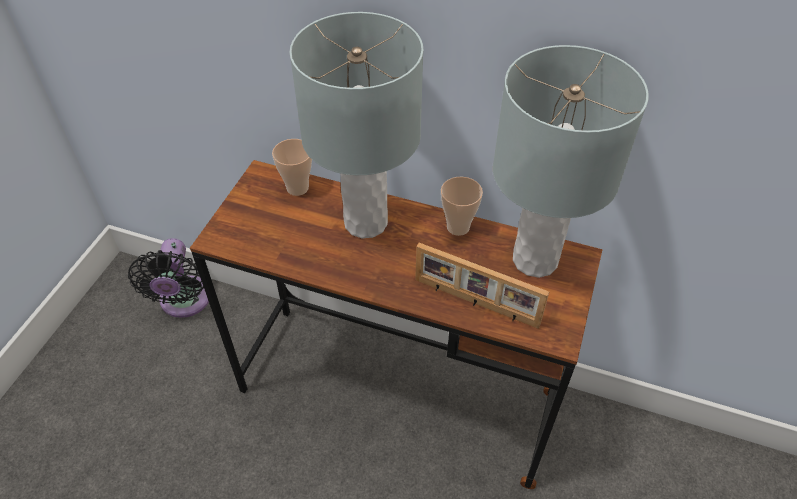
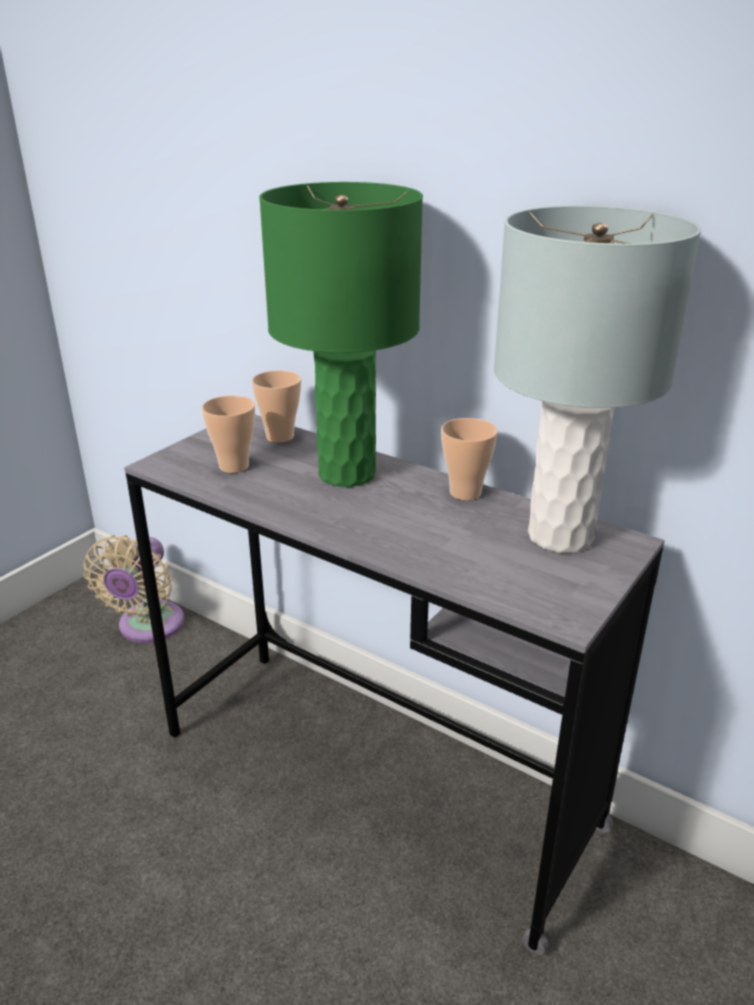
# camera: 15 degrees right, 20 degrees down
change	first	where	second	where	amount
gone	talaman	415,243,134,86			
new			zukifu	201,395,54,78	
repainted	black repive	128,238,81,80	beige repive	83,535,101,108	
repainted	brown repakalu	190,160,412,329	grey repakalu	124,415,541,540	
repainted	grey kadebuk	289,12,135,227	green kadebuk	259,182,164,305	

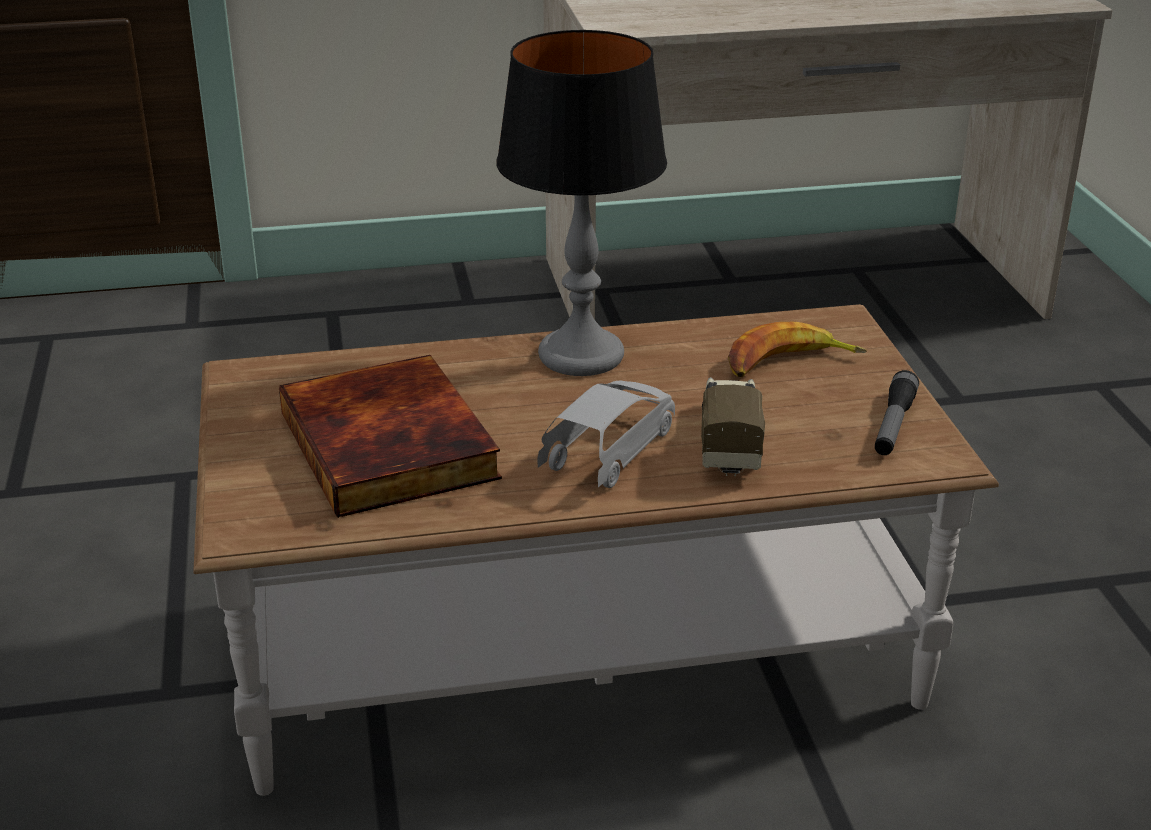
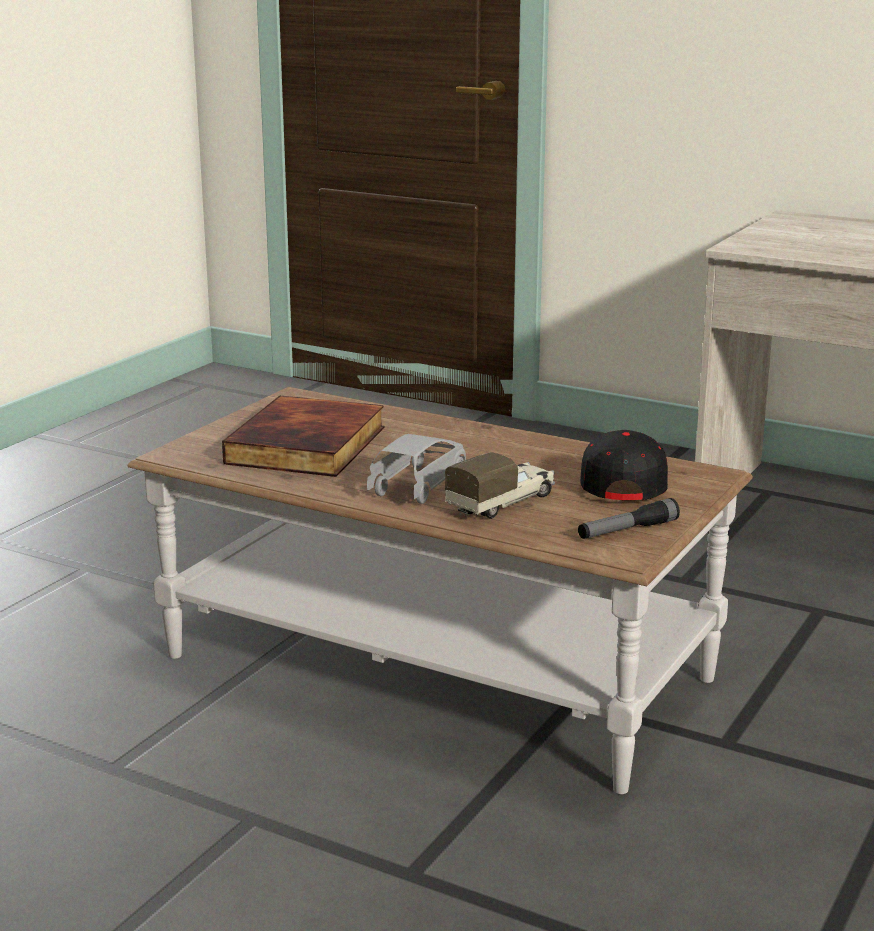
# camera: 40 degrees right, 10 degrees down
change	first	where	second	where	amount
gone	kadebuk	496,30,171,346			
swapped	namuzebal	728,322,139,55	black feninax	580,430,88,70	
rotated	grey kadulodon	537,381,138,107		367,434,99,70	45 degrees counterclockwise

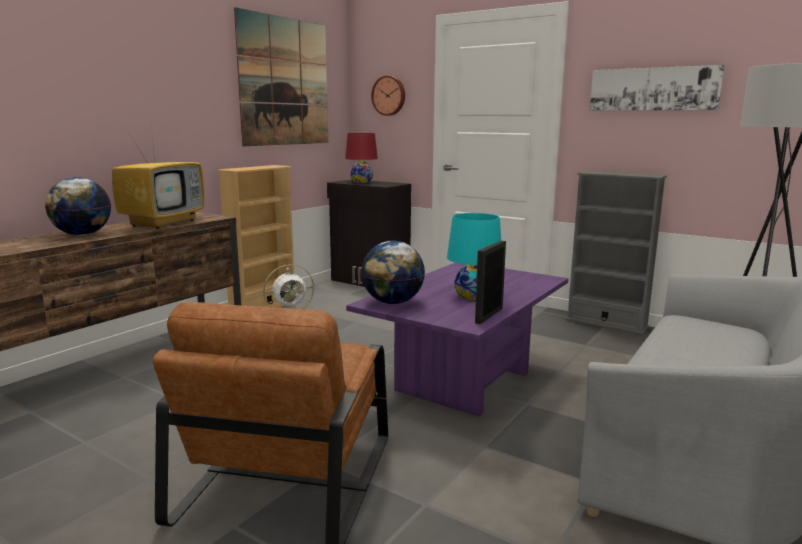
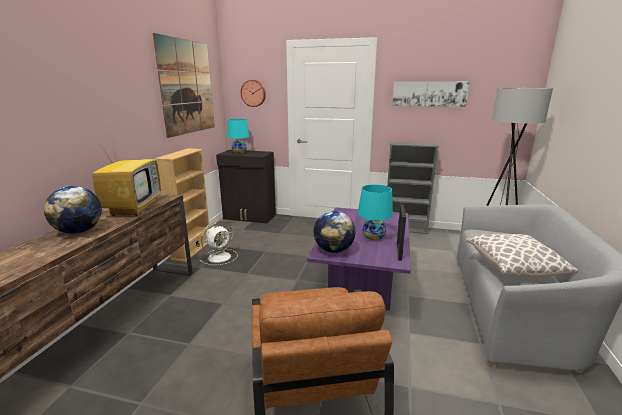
# camera: 20 degrees left, 5 degrees up
change	first	where	second	where	amount
new			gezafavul	465,234,113,44	
repainted	red kadebuk	345,133,33,50	turquoise kadebuk	227,119,23,35	

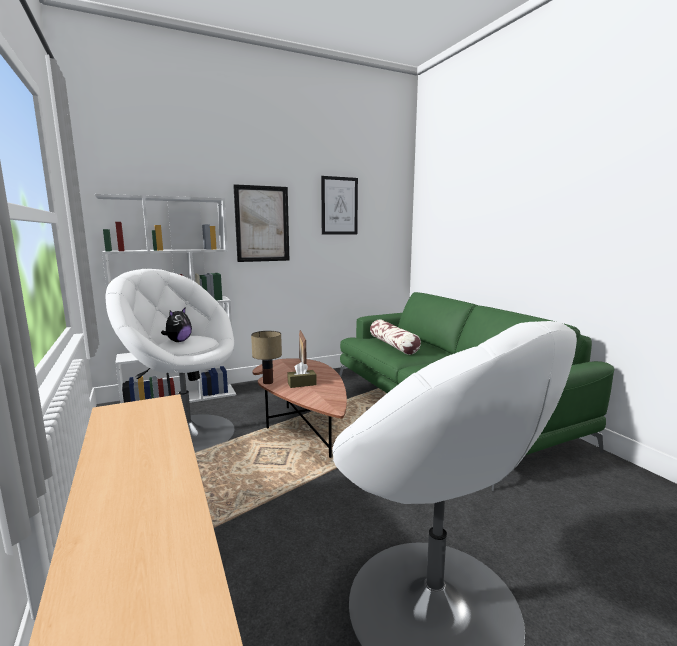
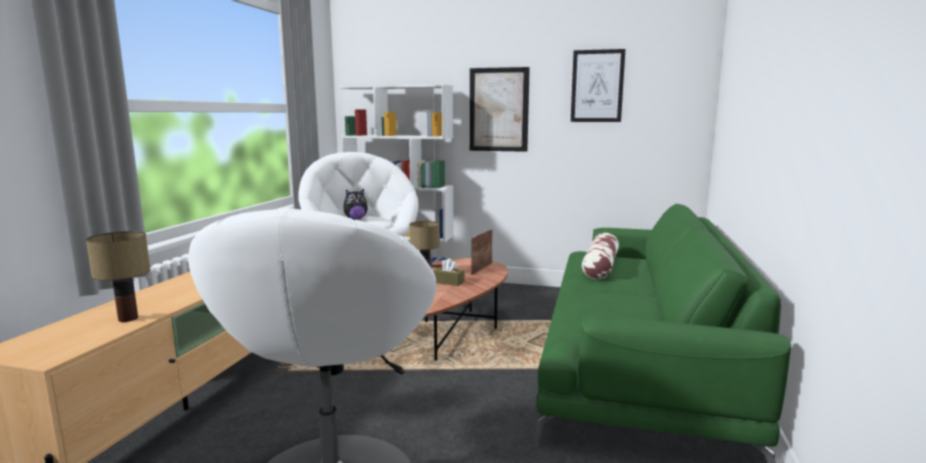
# camera: 40 degrees right, 0 degrees up
change	first	where	second	where	amount
new			kadebuk	86,231,64,91	

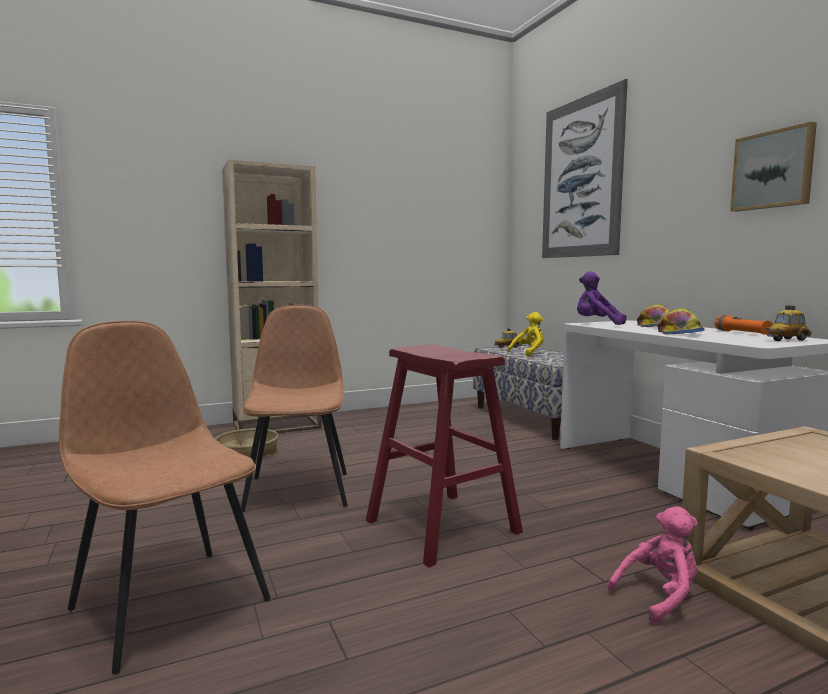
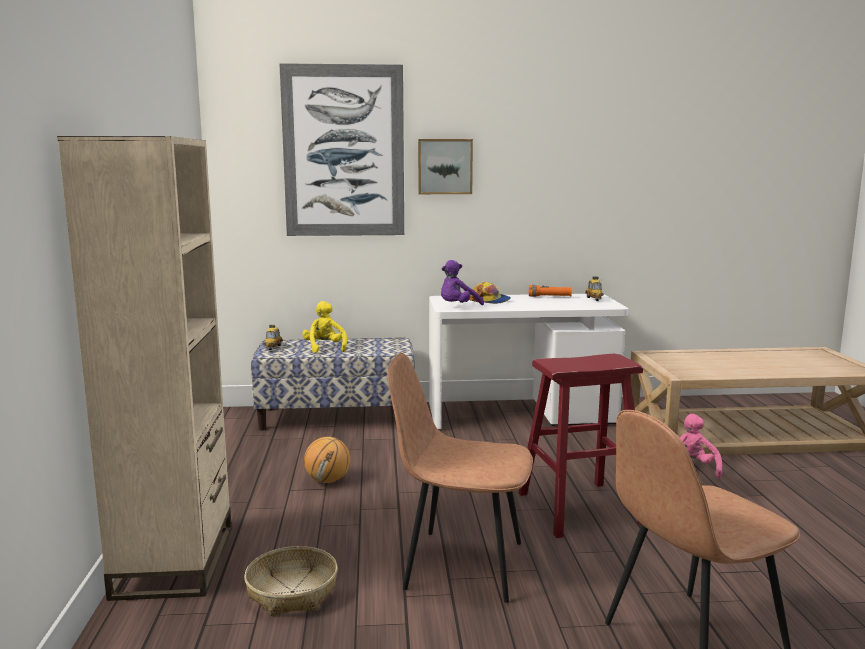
# camera: 70 degrees left, 5 degrees up
change	first	where	second	where	amount
gone	feninax	658,308,47,26			
new			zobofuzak	304,437,46,46	
shifted	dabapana	730,122,87,90		418,139,55,55	

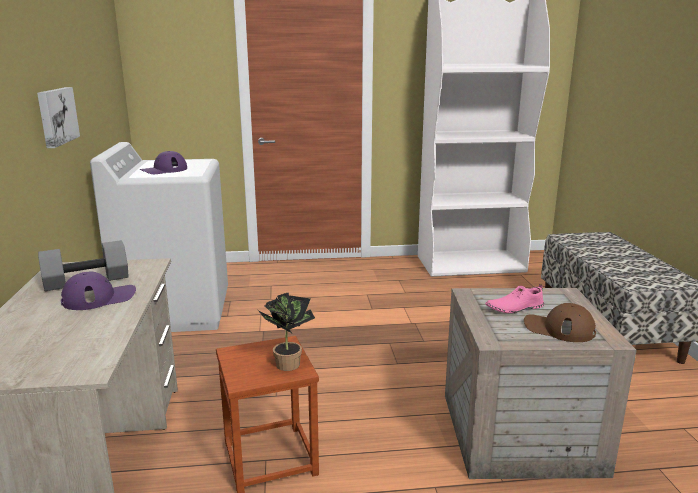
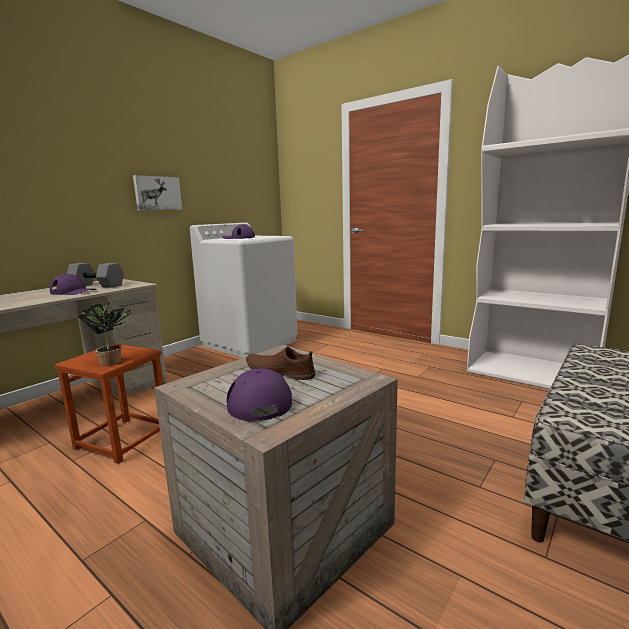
# camera: 45 degrees right, 5 degrees down
change	first	where	second	where	amount
repainted	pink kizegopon	485,284,59,29	brown kizegopon	246,347,69,33	
repainted	brown feninax	524,303,72,39	purple feninax	226,368,66,53	

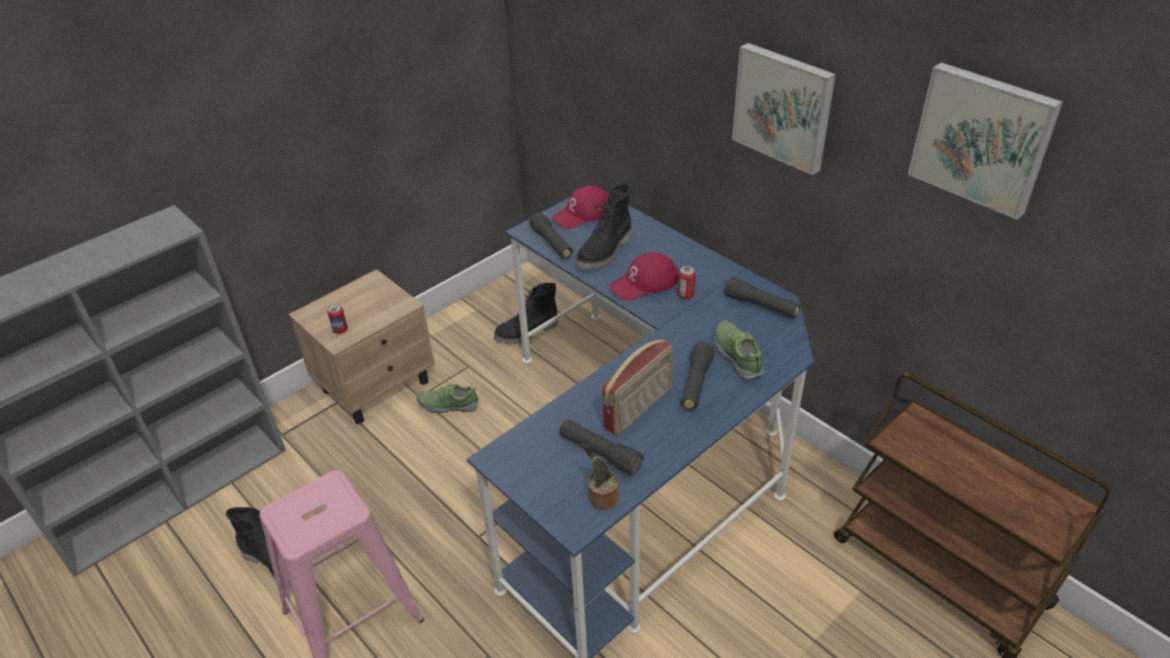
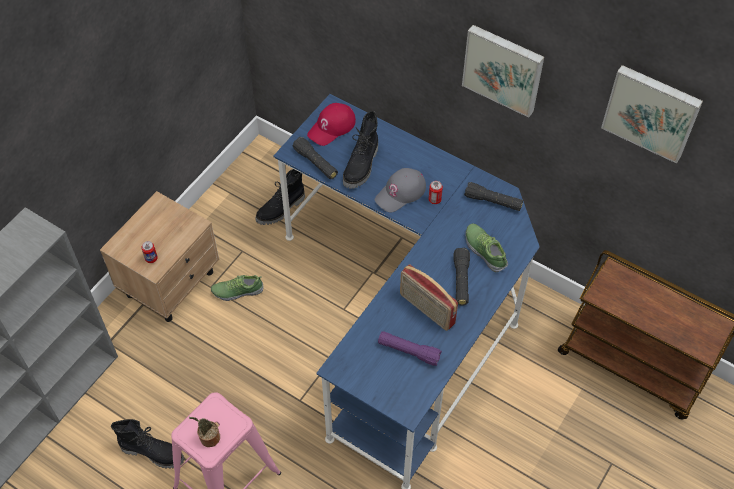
# camera: 15 degrees left, 15 degrees up
change	first	where	second	where	amount
shifted	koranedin	581,444,38,66		189,417,31,30	
repainted	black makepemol	559,420,85,55	purple makepemol	378,331,64,35	
repainted	red feninax	609,252,69,49	grey feninax	375,168,51,45	
rotated	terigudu	602,339,71,96		400,264,58,67	105 degrees clockwise

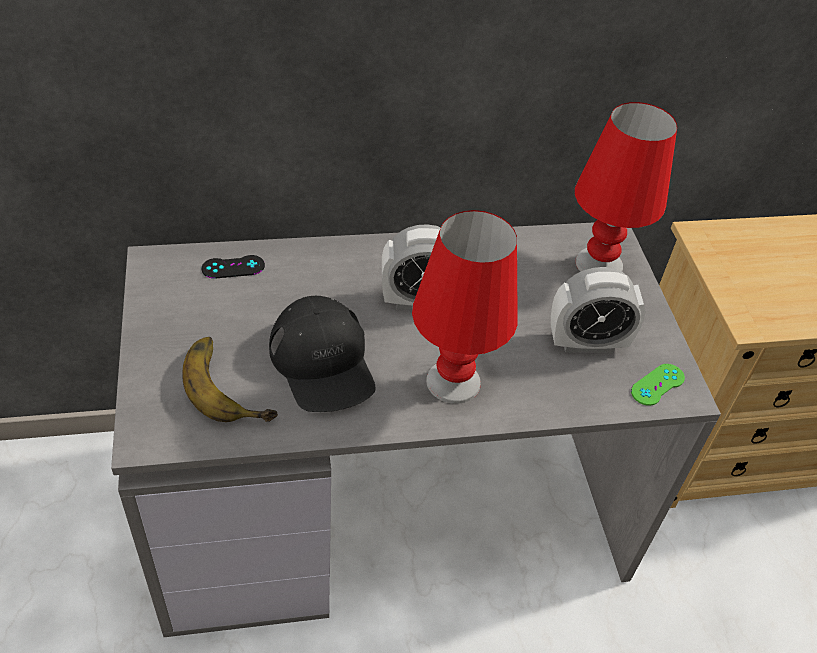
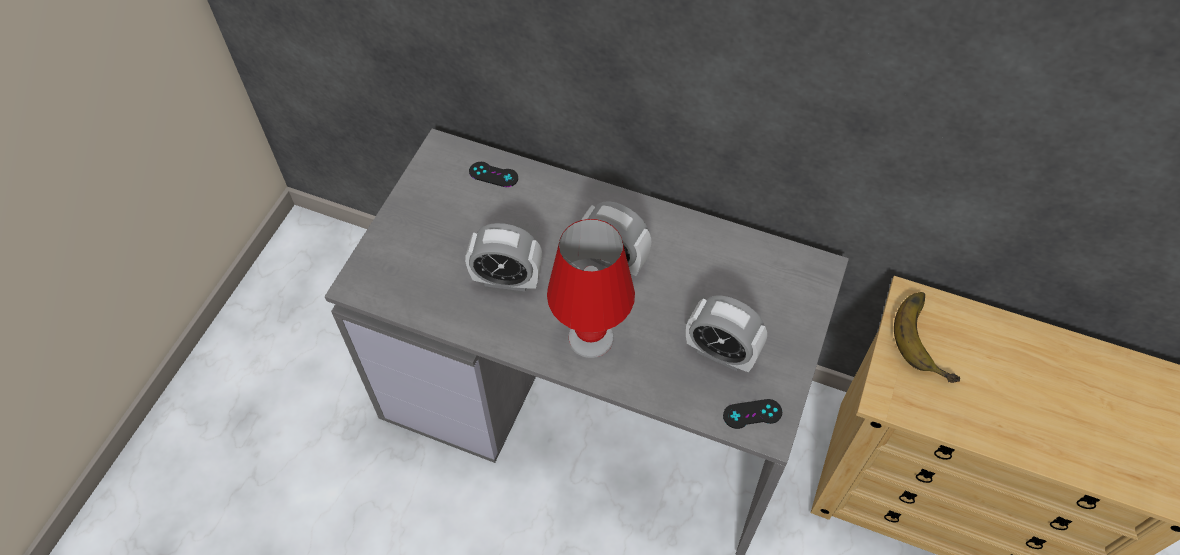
# camera: 35 degrees right, 10 degrees up
change	first	where	second	where	amount
gone	red kadebuk	575,102,102,170			
shifted	namuzebal	182,337,96,85		894,292,66,91	
swapped	black feninax	269,296,106,116	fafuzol	465,223,77,69	
repainted	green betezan	631,364,54,42	black betezan	723,399,59,30	

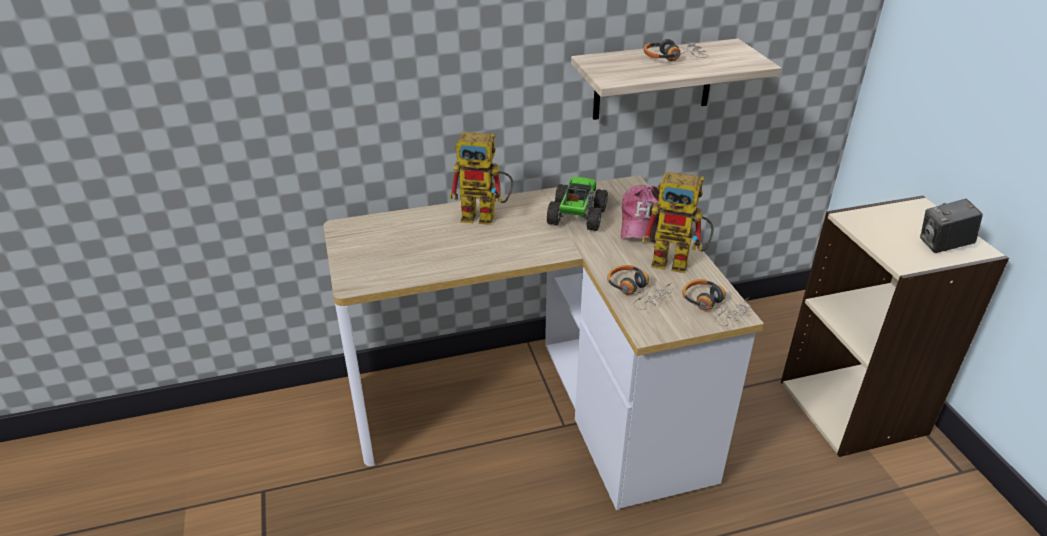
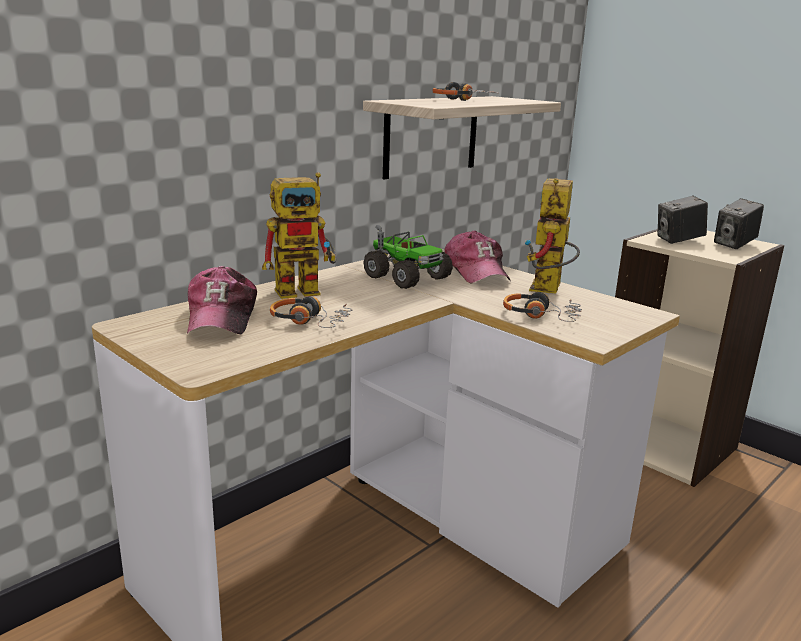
# camera: 30 degrees left, 15 degrees down
change	first	where	second	where	amount
new			feninax	187,266,70,68	
new			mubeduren	658,195,50,49	
shifted	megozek	683,279,68,47		270,296,83,32	
rotated	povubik	547,177,61,54		363,225,90,64	150 degrees clockwise
rotated	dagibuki	641,172,73,101		525,178,55,115	120 degrees clockwise

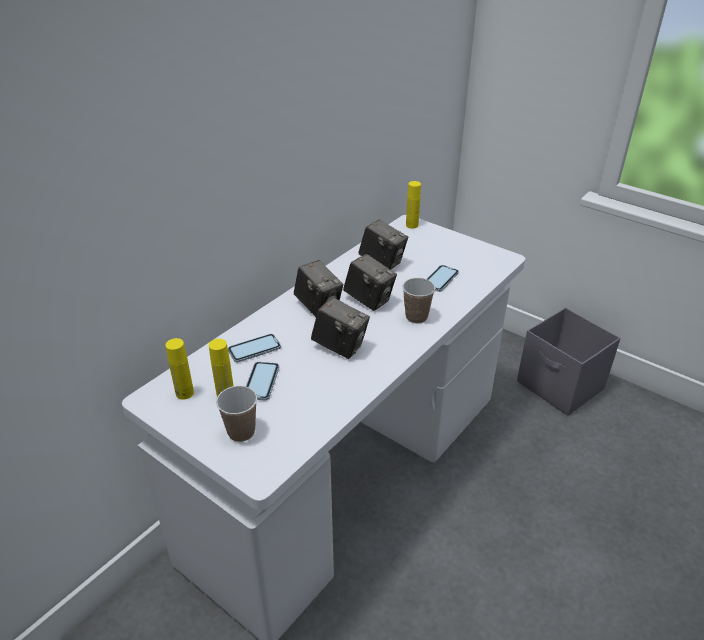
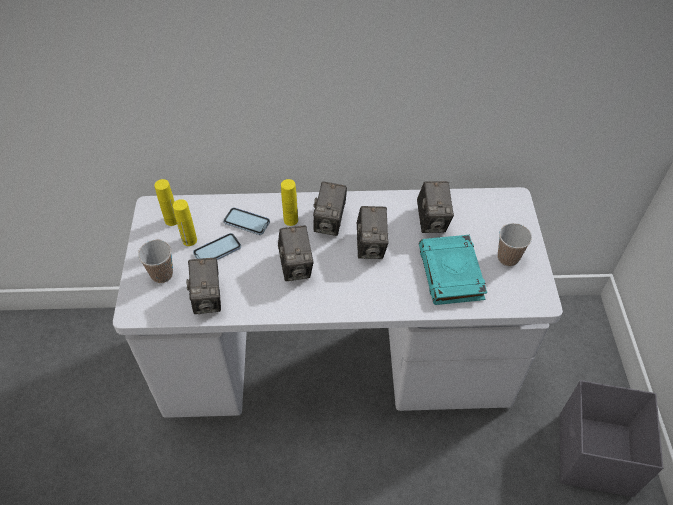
# camera: 50 degrees right, 15 degrees up
change	first	where	second	where	amount
new			mubeduren	186,258,35,57	
shifted	zukifu	402,278,33,45		498,223,34,43	
shifted	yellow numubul	406,181,15,48		281,179,17,47	
swapped	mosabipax	427,265,32,27	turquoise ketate	419,235,68,70	

